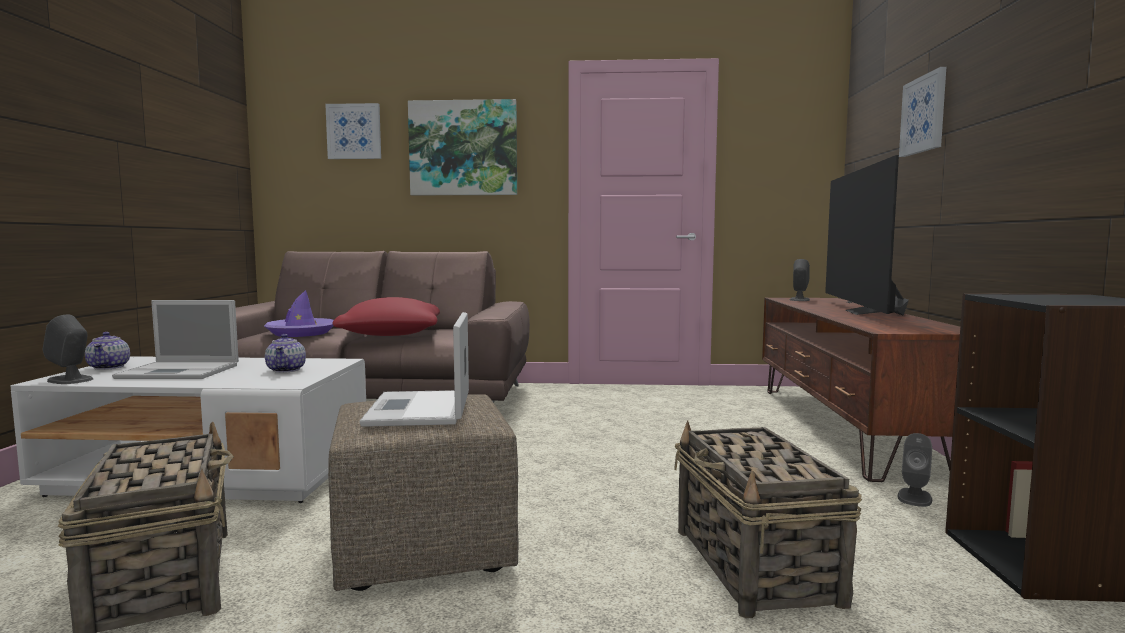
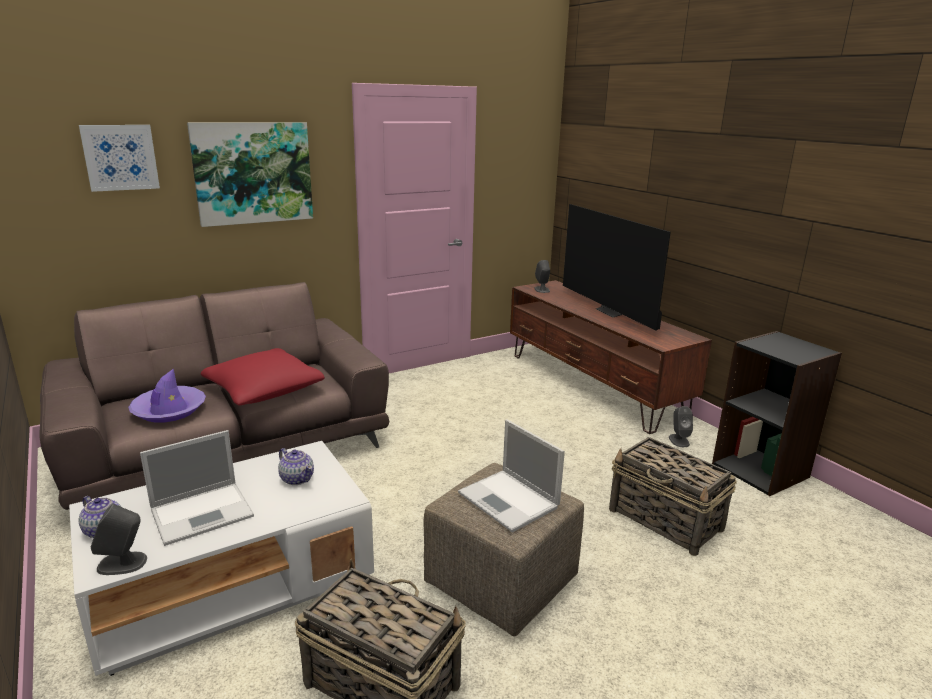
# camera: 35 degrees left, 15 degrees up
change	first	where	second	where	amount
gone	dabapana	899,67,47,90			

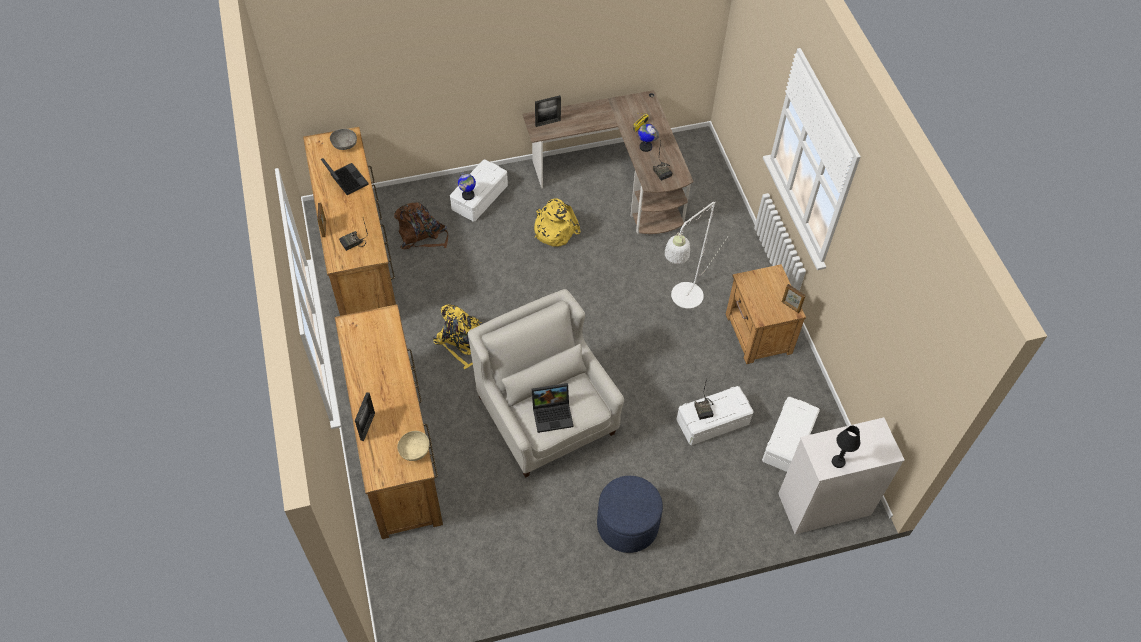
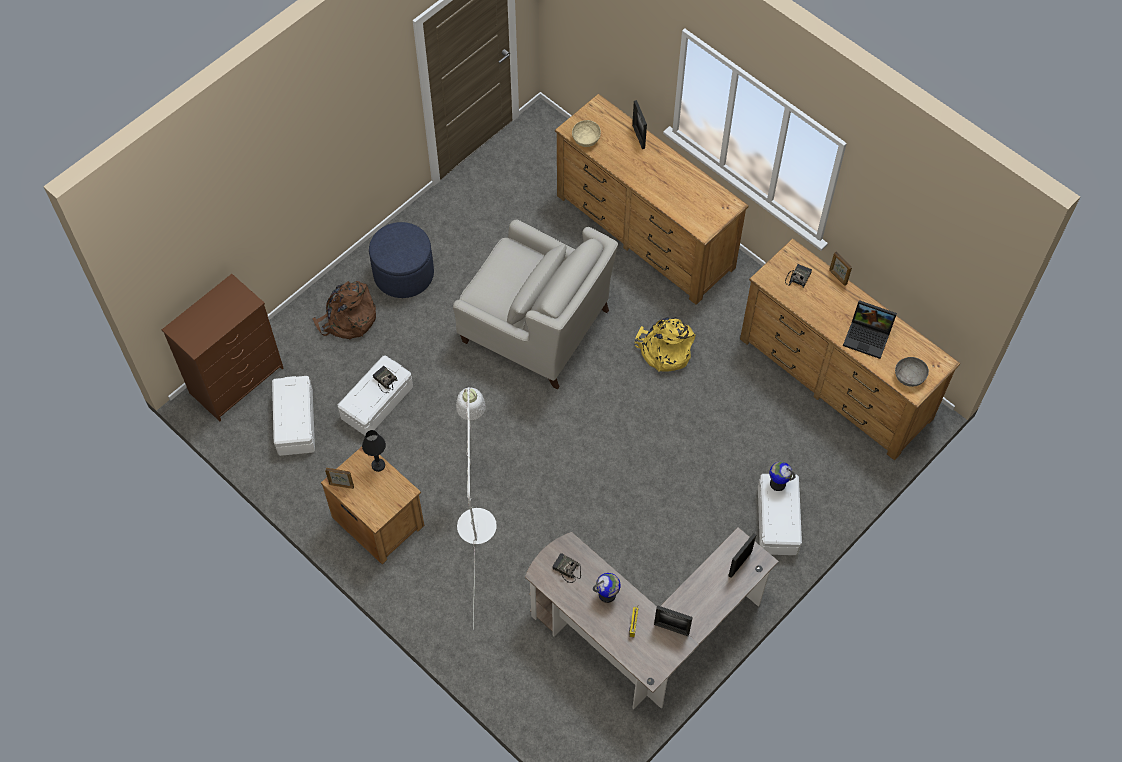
# camera: 150 degrees right, 5 degrees up
change	first	where	second	where	amount
gone	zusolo	532,383,42,50			
gone	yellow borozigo	534,198,47,49			
new			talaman	654,605,39,31	
shifted	brown borozigo	394,202,54,47		312,281,64,58	
shifted	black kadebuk	832,426,28,42		362,430,24,42	
repainted	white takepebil	778,417,127,117	brown takepebil	162,274,121,147	

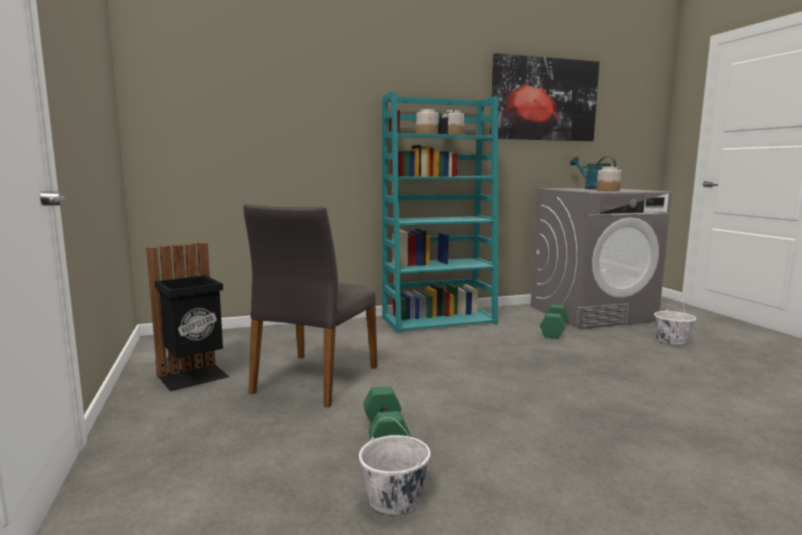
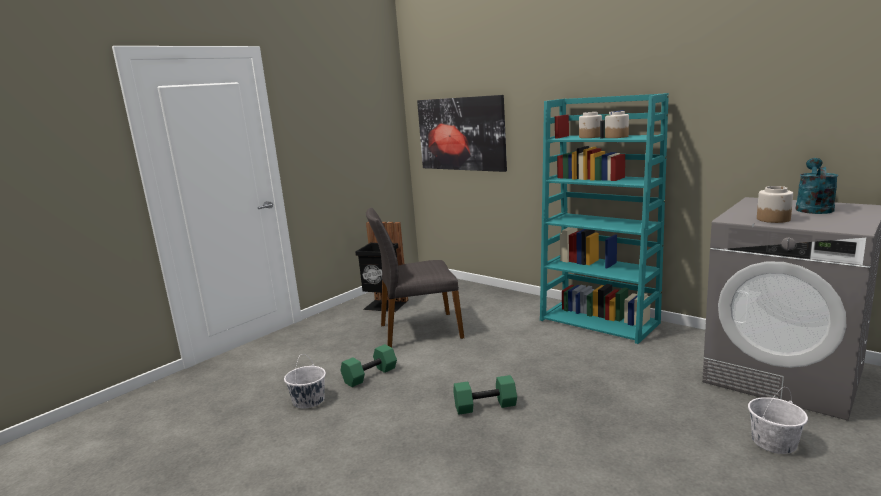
# camera: 60 degrees right, 5 degrees up
change	first	where	second	where	amount
shifted	dabapana	490,53,109,88		417,95,90,77	
shifted	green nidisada	540,304,29,35		453,375,64,40	

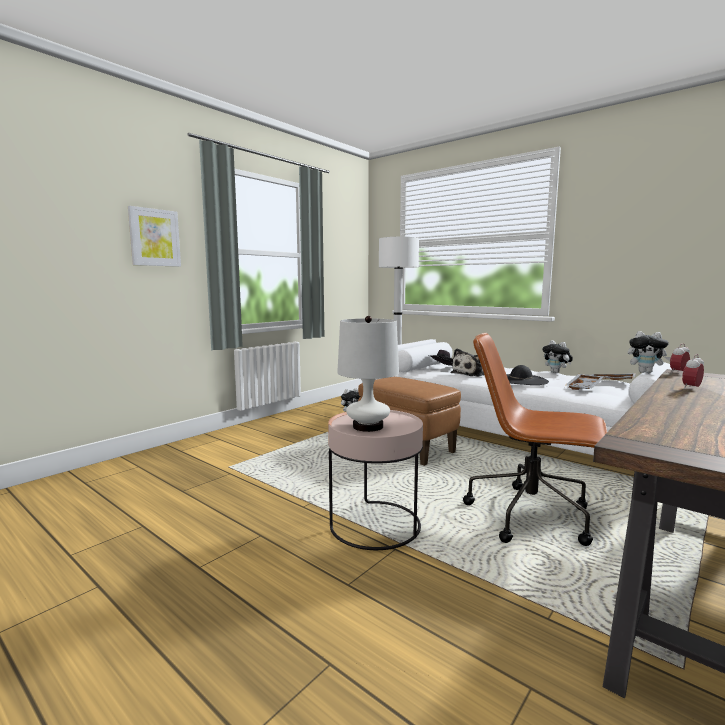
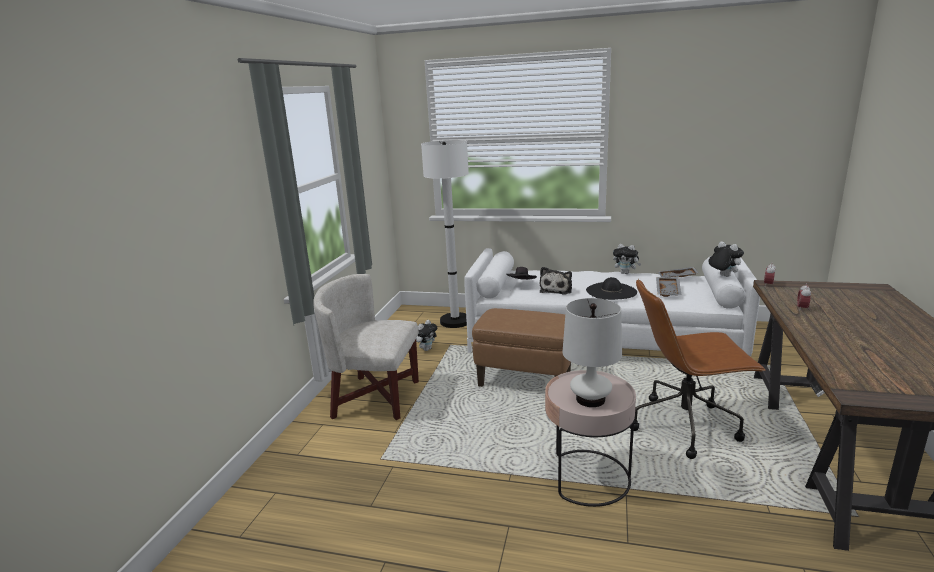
# camera: 25 degrees left, 10 degrees up
change	first	where	second	where	amount
gone	dabapana	128,206,53,61			
new			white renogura	313,274,106,146	
rotated	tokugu	628,331,43,42		708,242,36,35	120 degrees counterclockwise

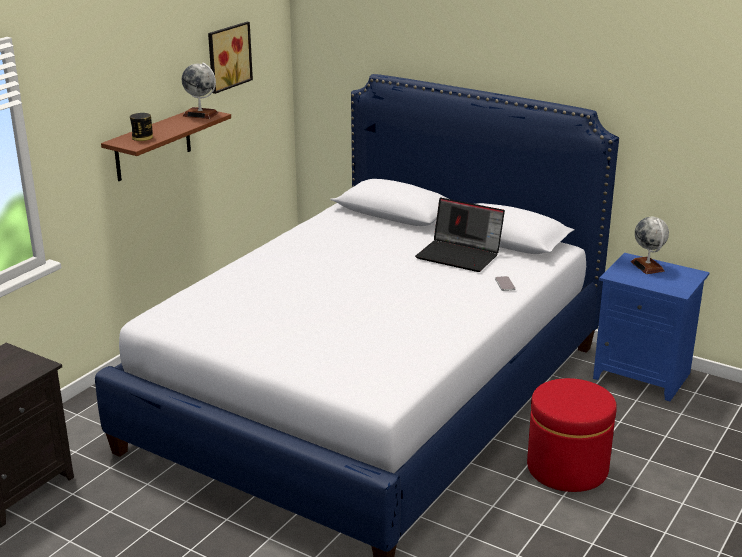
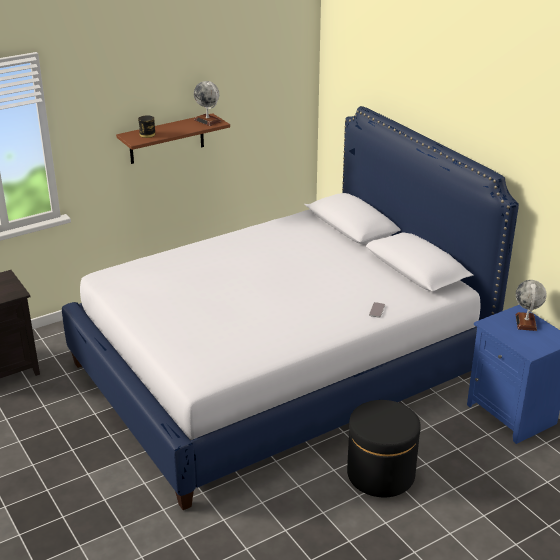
# camera: 25 degrees right, 5 degrees up
change	first	where	second	where	amount
gone	dabapana	208,22,45,72			
gone	zusolo	415,198,90,74			
repainted	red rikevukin	527,378,90,114	black rikevukin	347,400,74,97	

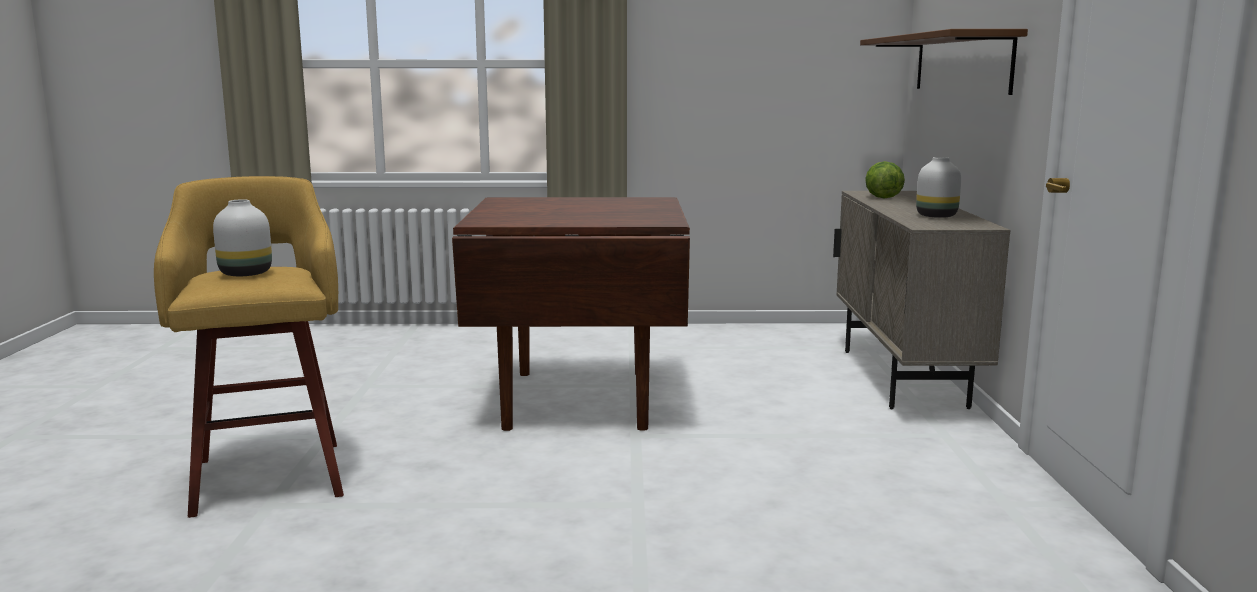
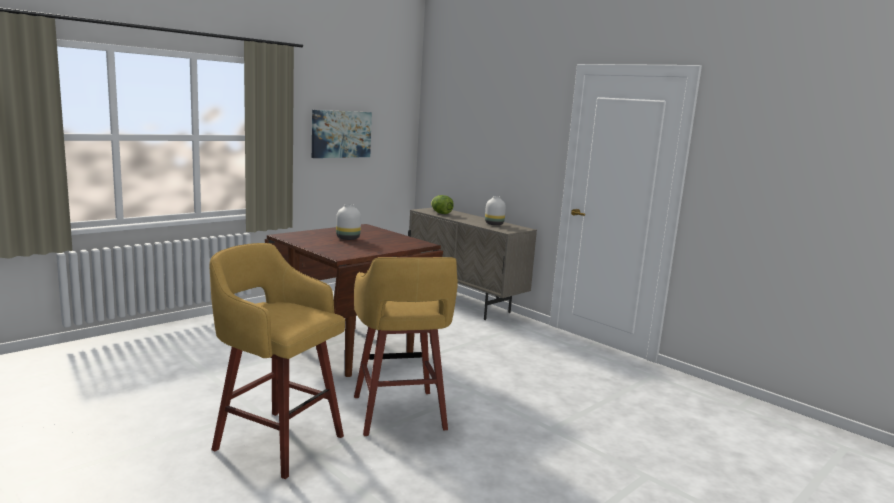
# camera: 45 degrees left, 0 degrees up
change	first	where	second	where	amount
gone	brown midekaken	860,29,168,66			
new			dabapana	312,110,60,48	
new			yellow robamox	354,257,104,179	
shifted	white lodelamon	213,199,59,77		336,204,25,36	

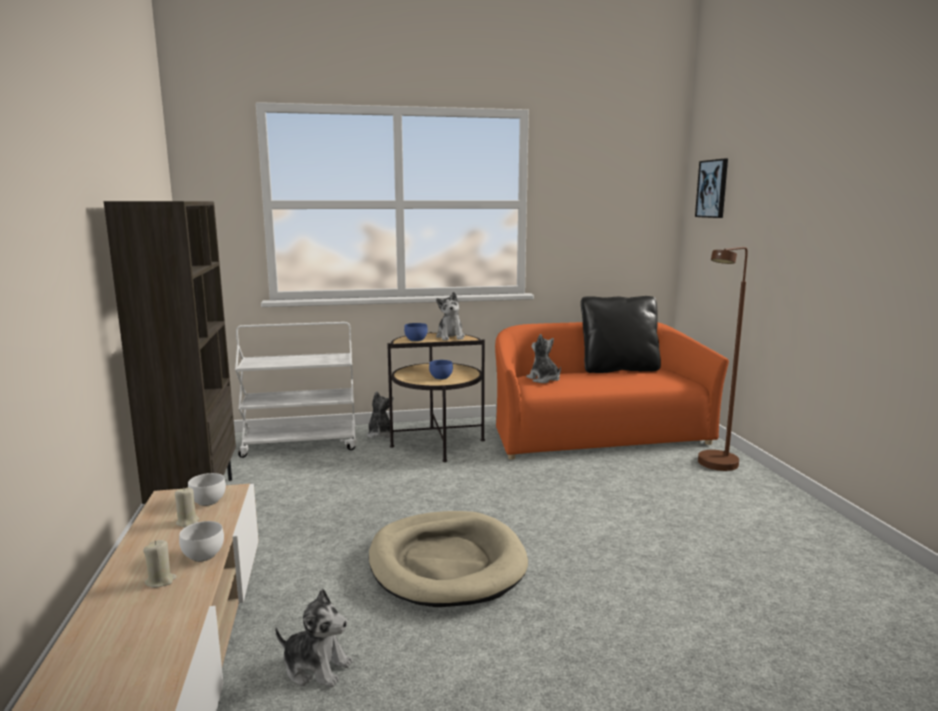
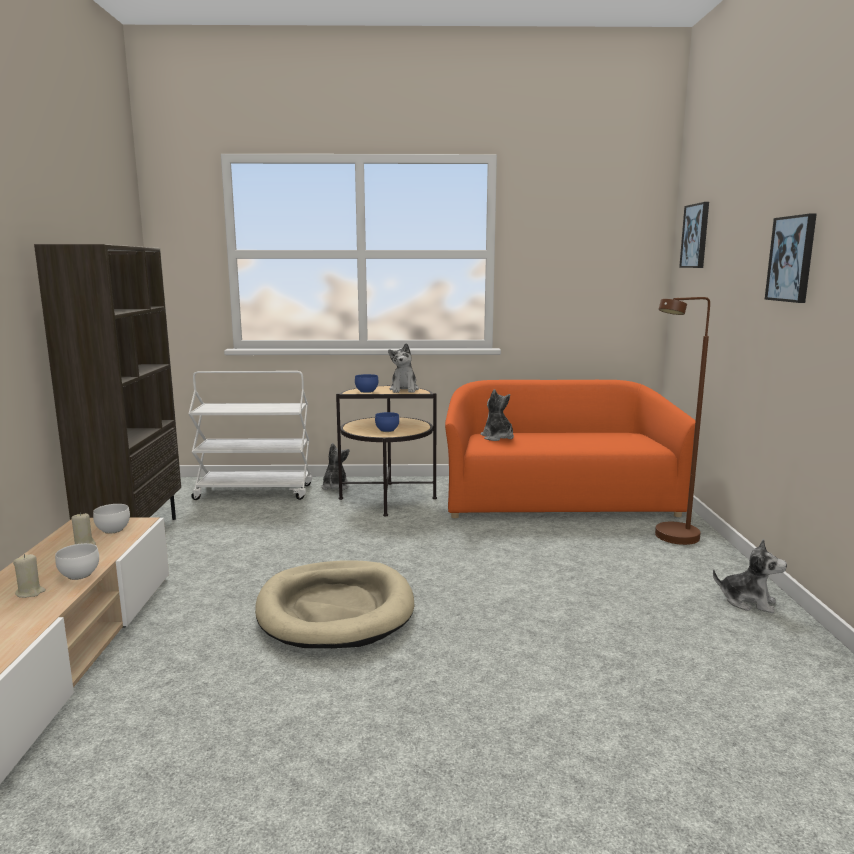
# camera: 10 degrees right, 0 degrees up
change	first	where	second	where	amount
gone	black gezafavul	581,296,80,77			
new			dabapana	765,213,52,90	
shifted	tokugu	275,589,78,98		713,539,74,74	

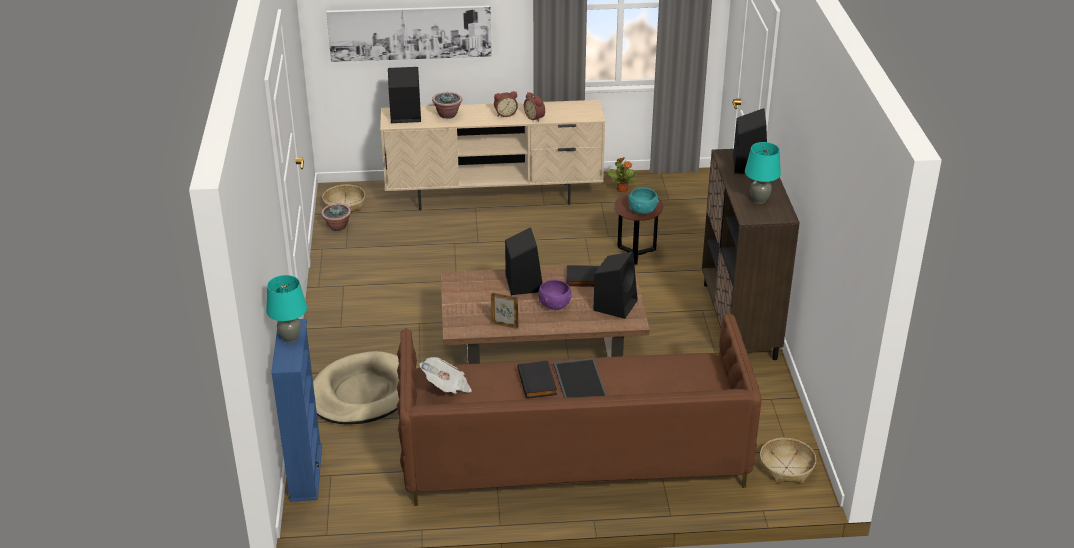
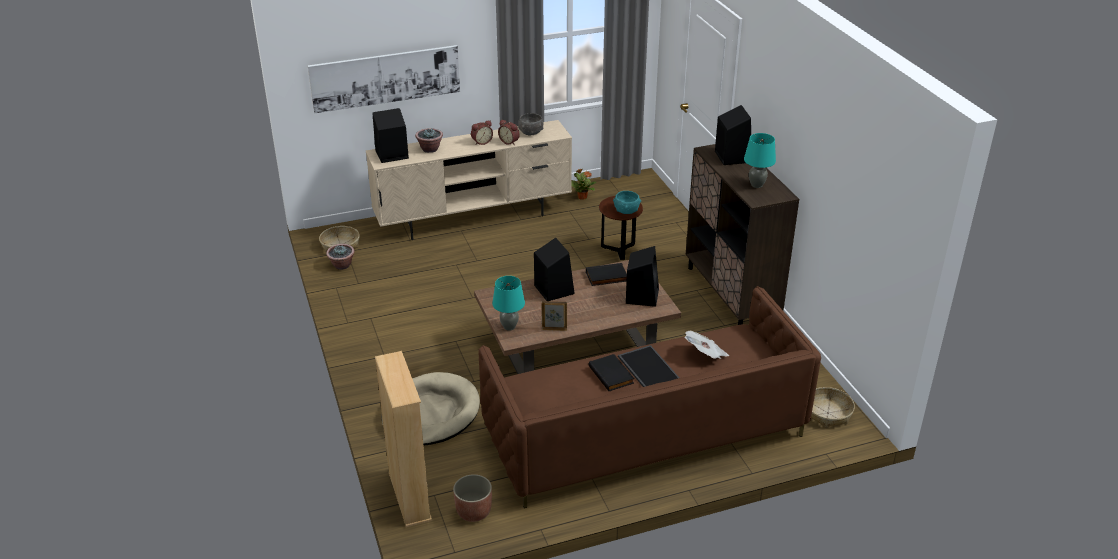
# camera: 15 degrees left, 0 degrees up
change	first	where	second	where	amount
gone	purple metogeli	538,280,33,30			
new			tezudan	453,474,39,48	
new			grey metogeli	518,113,25,22	
shifted	turquoise kadebuk	266,275,41,68		492,276,33,55	
shifted	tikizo	420,357,52,37		684,331,45,28	
repainted	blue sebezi	271,319,51,182	beige sebezi	375,351,57,176	

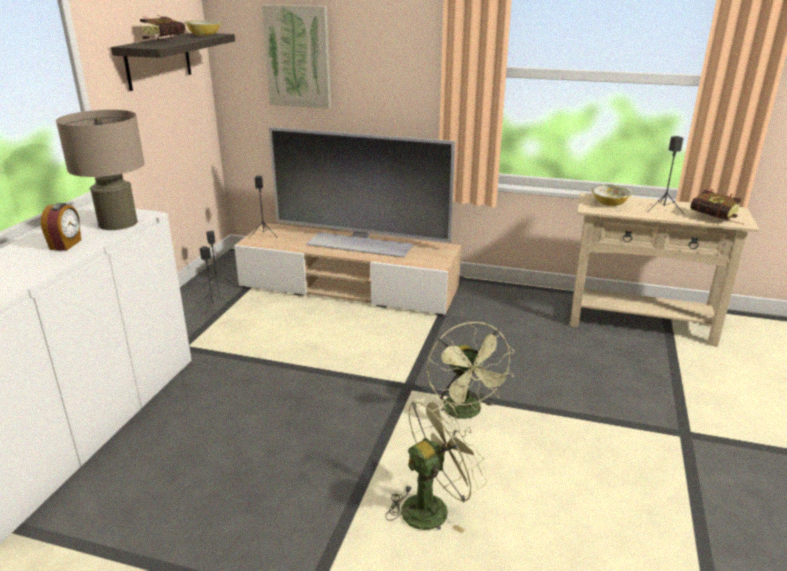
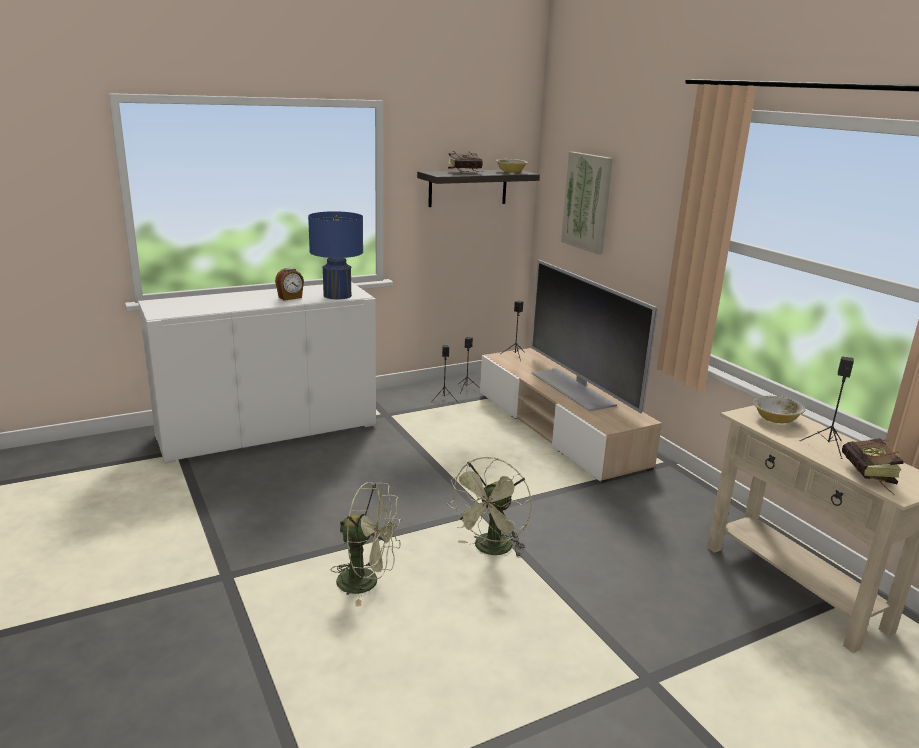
# camera: 45 degrees right, 5 degrees down
change	first	where	second	where	amount
repainted	beige kadebuk	56,110,89,120	blue kadebuk	308,211,55,88	

